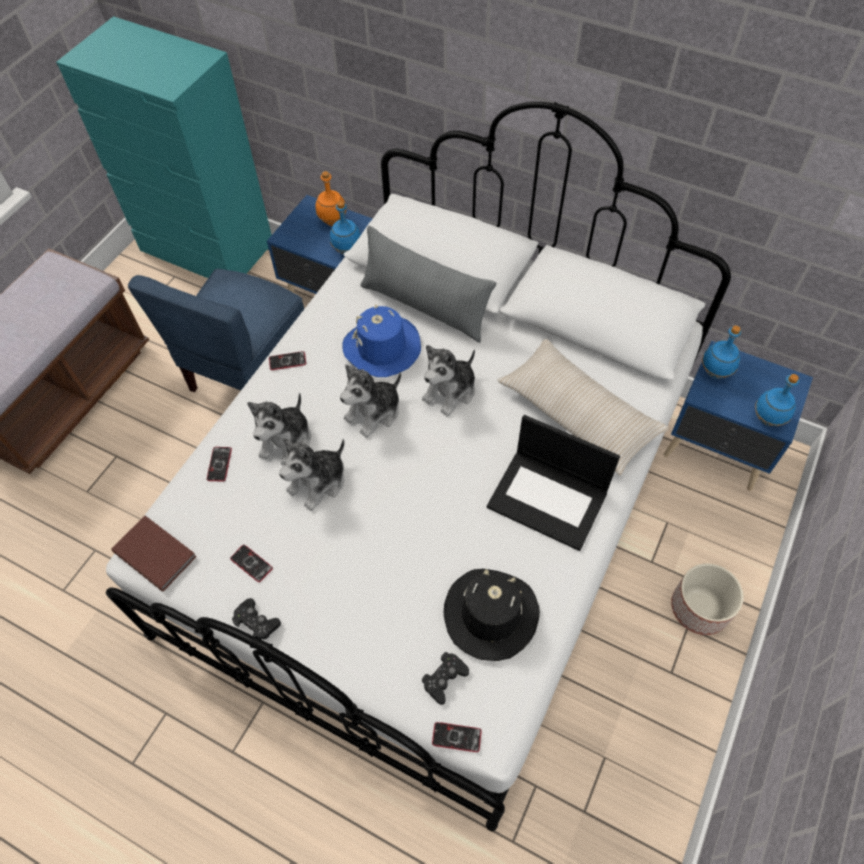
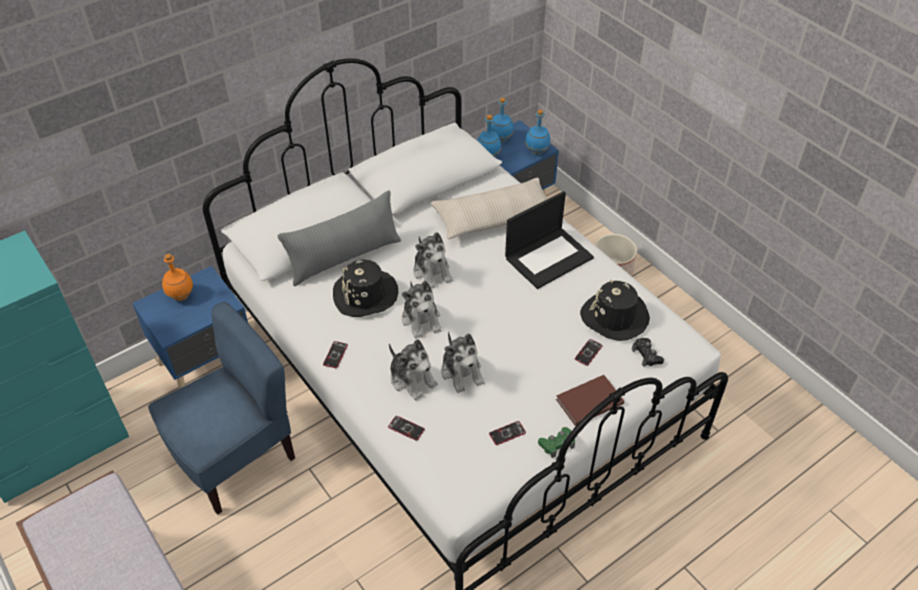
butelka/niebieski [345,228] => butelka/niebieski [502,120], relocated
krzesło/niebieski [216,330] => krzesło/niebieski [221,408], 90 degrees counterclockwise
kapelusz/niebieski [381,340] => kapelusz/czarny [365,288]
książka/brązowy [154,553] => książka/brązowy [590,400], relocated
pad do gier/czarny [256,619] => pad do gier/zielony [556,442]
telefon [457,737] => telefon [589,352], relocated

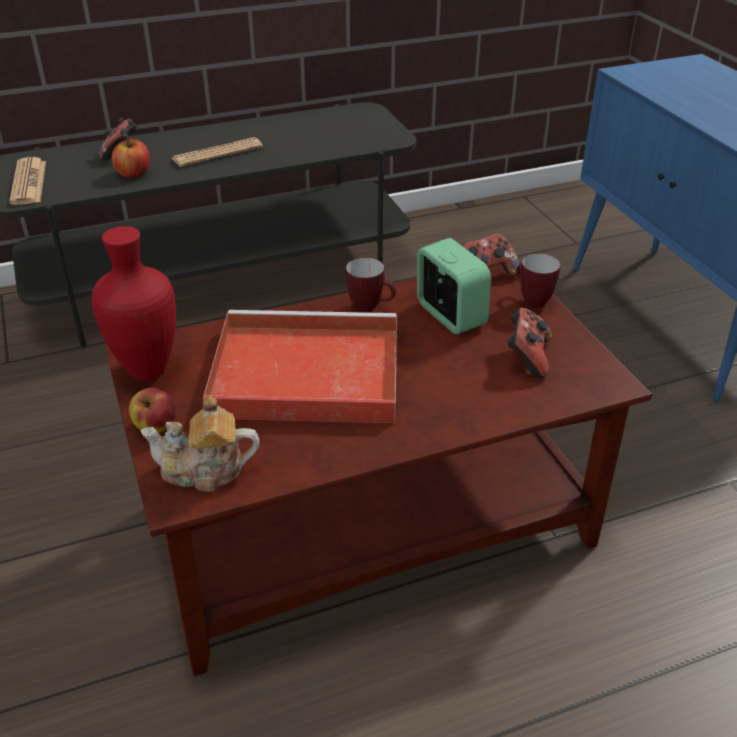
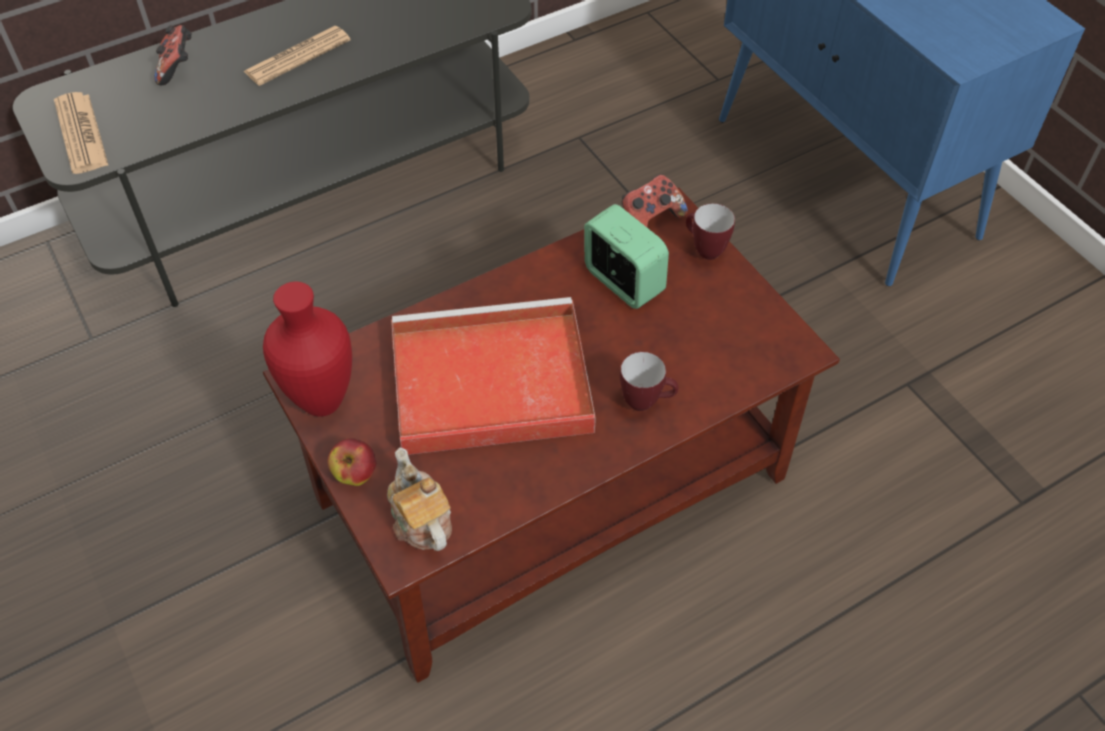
jabłko [131,157] => nothing
kubek [371,285] => kubek [649,381], relocated
pad do gier [529,343] => nothing
imbryk [199,443] => imbryk [419,499], 75 degrees clockwise

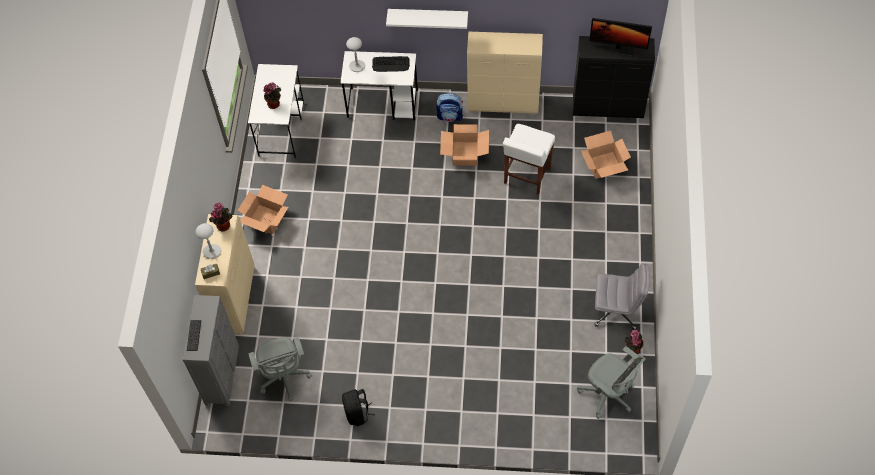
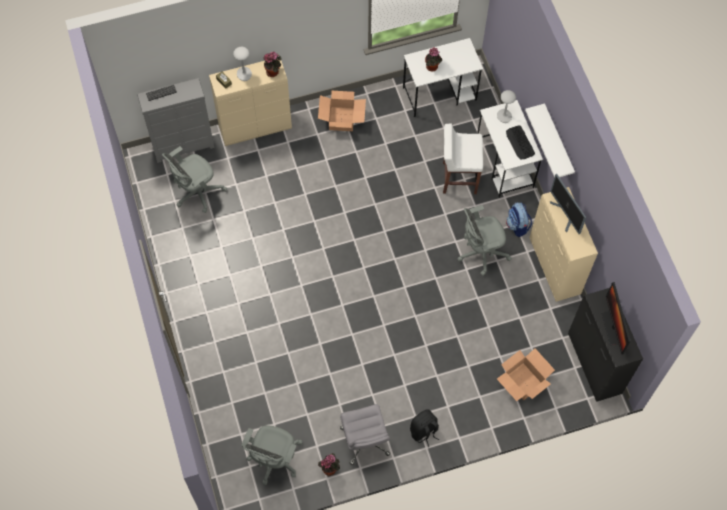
karton [464,145] => krzesło biurowe/szary [484,240]
stołek/biały [529,159] => stołek/biały [463,159], relocated
plecak/czarny [358,407] => plecak/czarny [424,428], relocated
nothing => monitor [568,204]

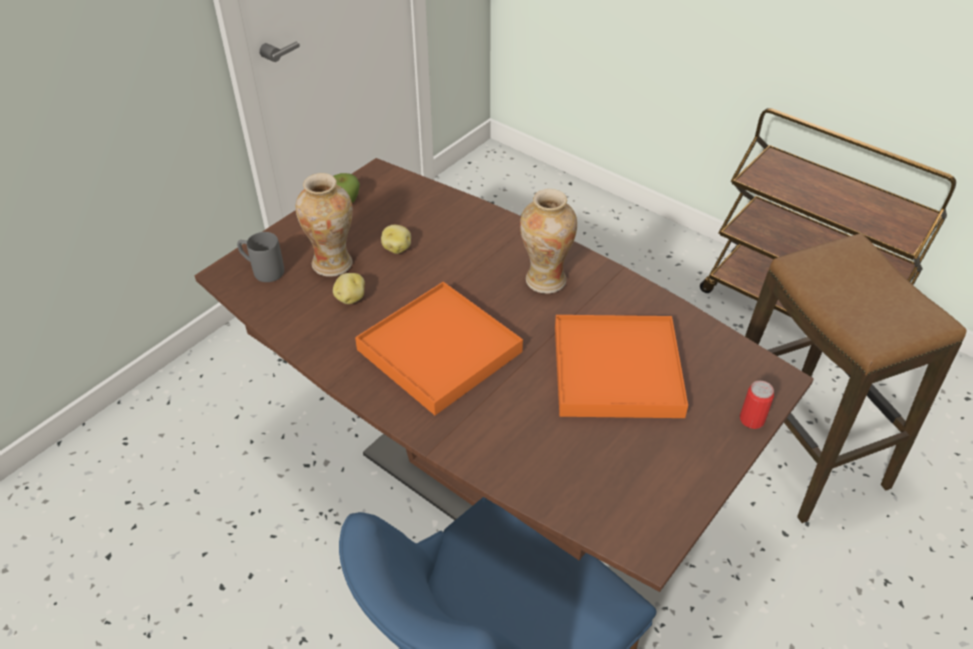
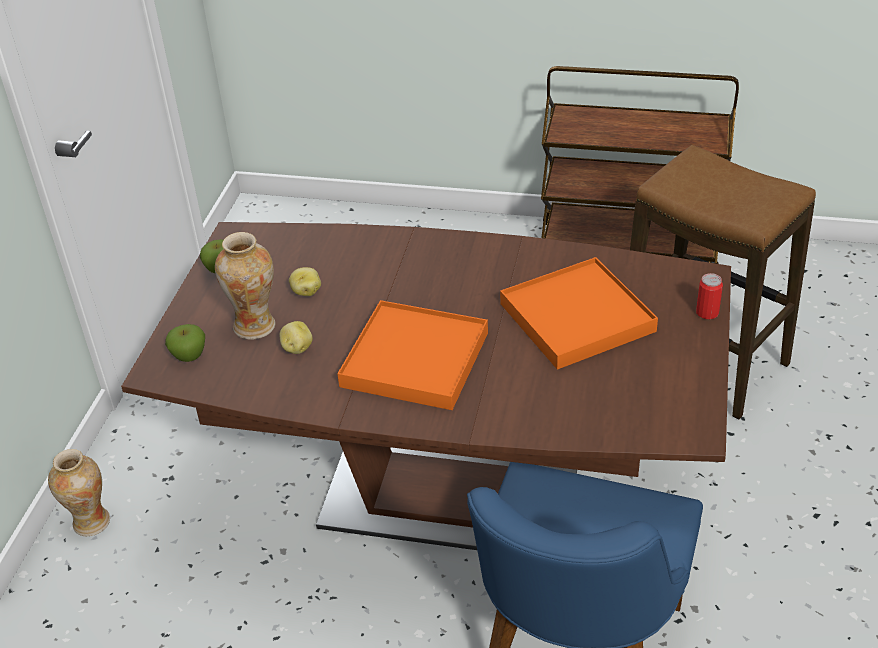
wazon [548,241] => wazon [79,492], relocated
kubek/szary [260,257] => jabłko [185,343]

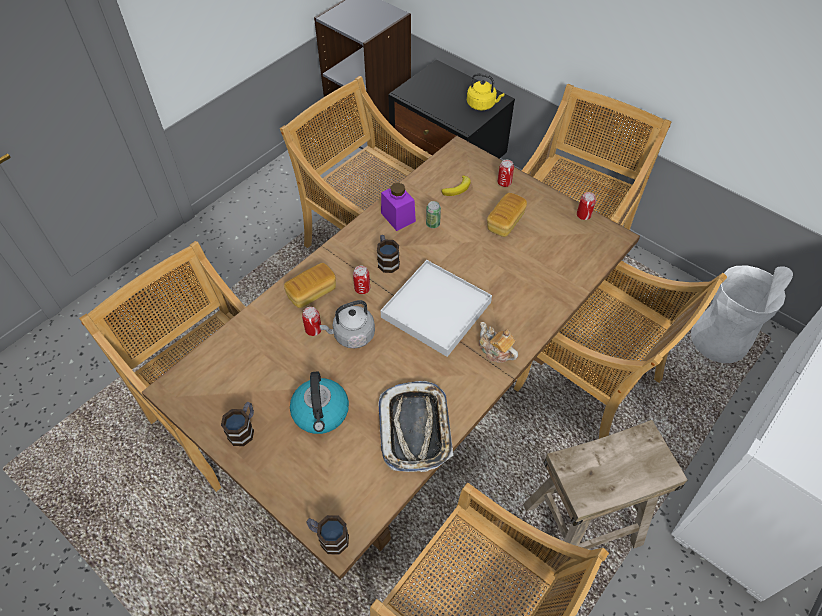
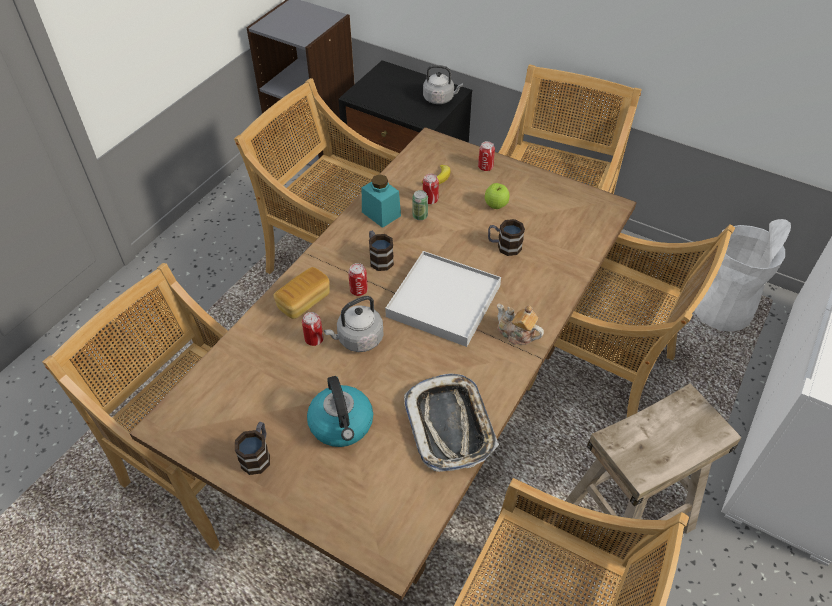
czajnik/żółty [486,92] => czajnik/szary [443,84]
słoik/fioletowy [398,207] => słoik/turkusowy [381,201]
puszka [586,206] => puszka [431,189], relocated
chleb [507,215] => jabłko [497,196]
kubek [327,534] => kubek [506,237], relocated

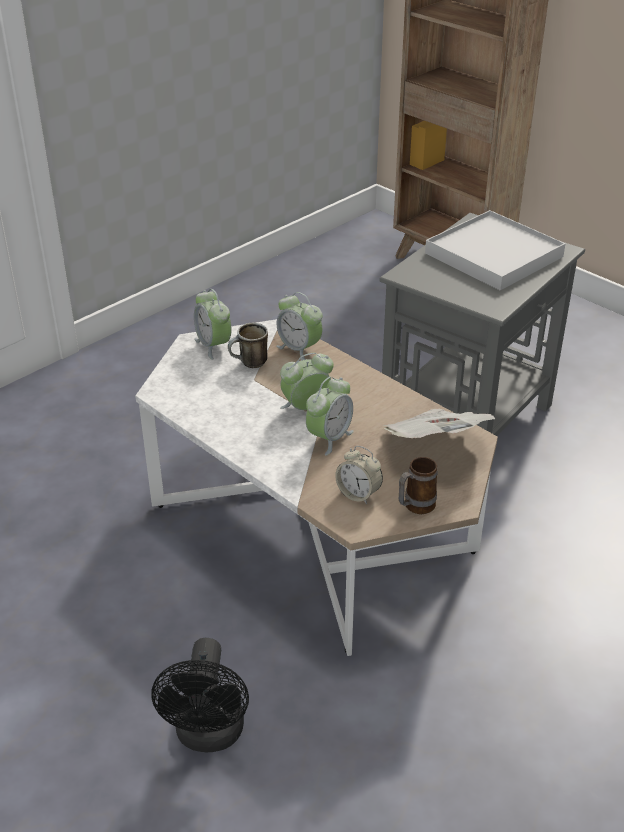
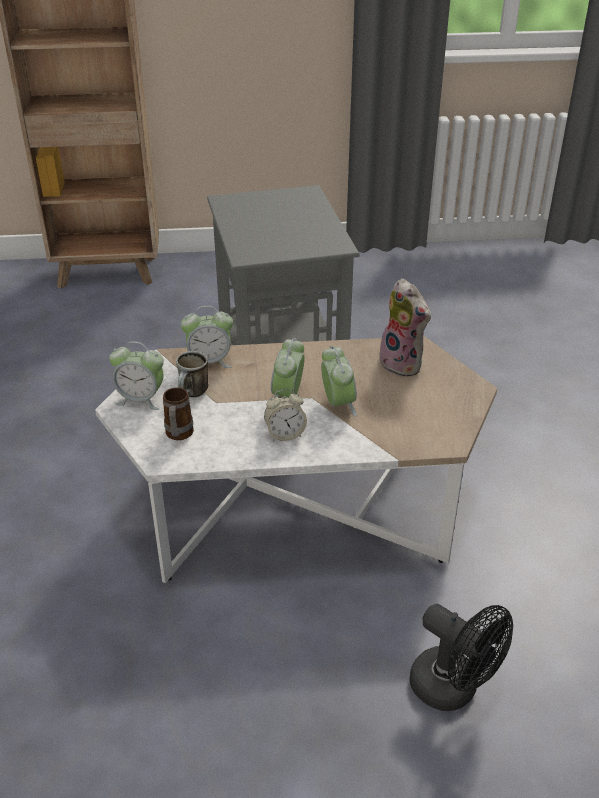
taca/biały [495,250] => nothing
gazeta [439,423] => pluszak [405,327]
budzik [359,475] => budzik [285,415], relocated
kubek [418,485] => kubek [178,413], relocated

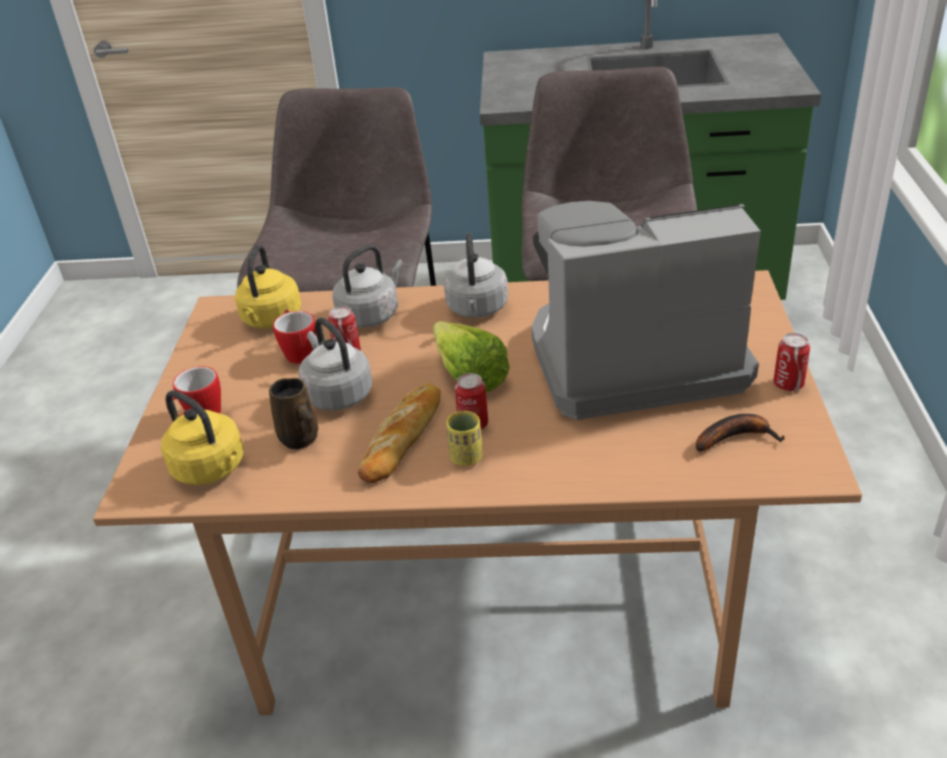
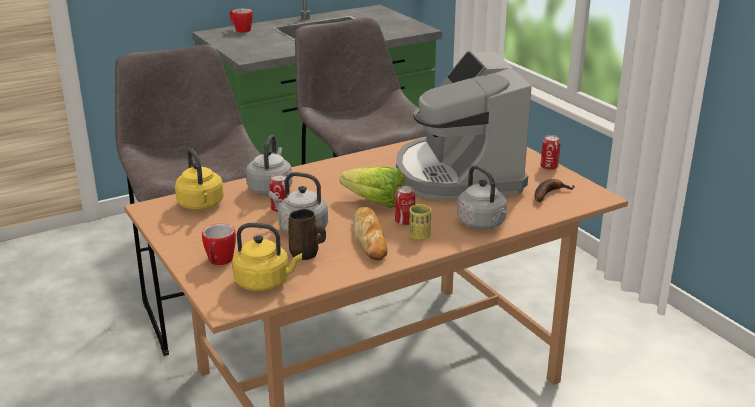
ekspres do kawy [646,310] => ekspres do kawy [464,126], 60 degrees counterclockwise
czajnik/szary [476,275] => czajnik/szary [482,197], relocated
kubek [294,336] => kubek [241,21], relocated

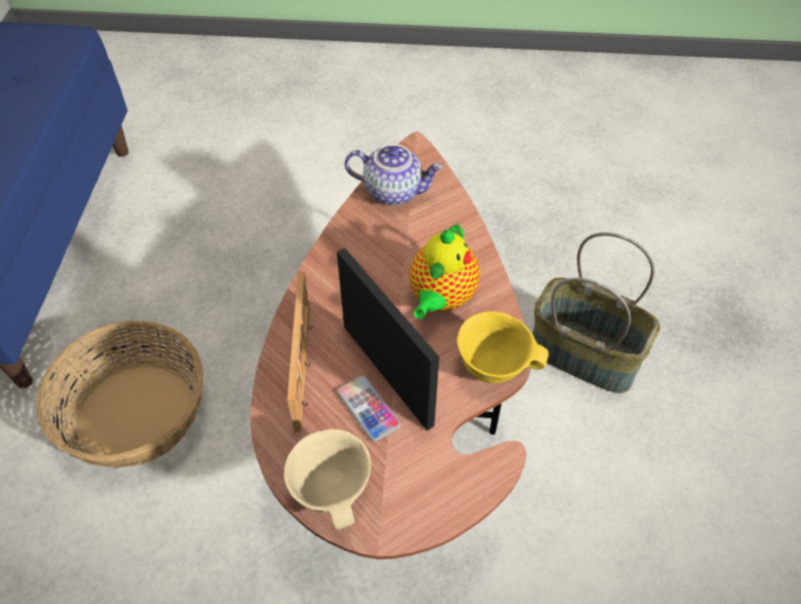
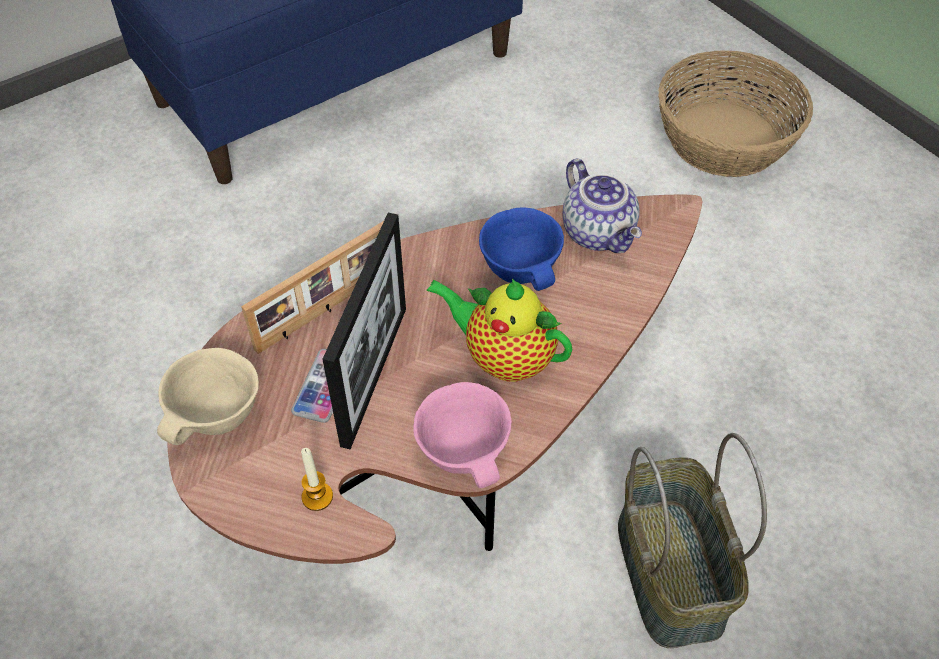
imbryk [444,270] => imbryk [499,330], 45 degrees clockwise
miska/żółty [503,347] => miska/różowy [462,435]
koszyk [119,394] => koszyk [735,113], relocated
nothing => miska/niebieski [521,249]
nothing => świeca [317,479]

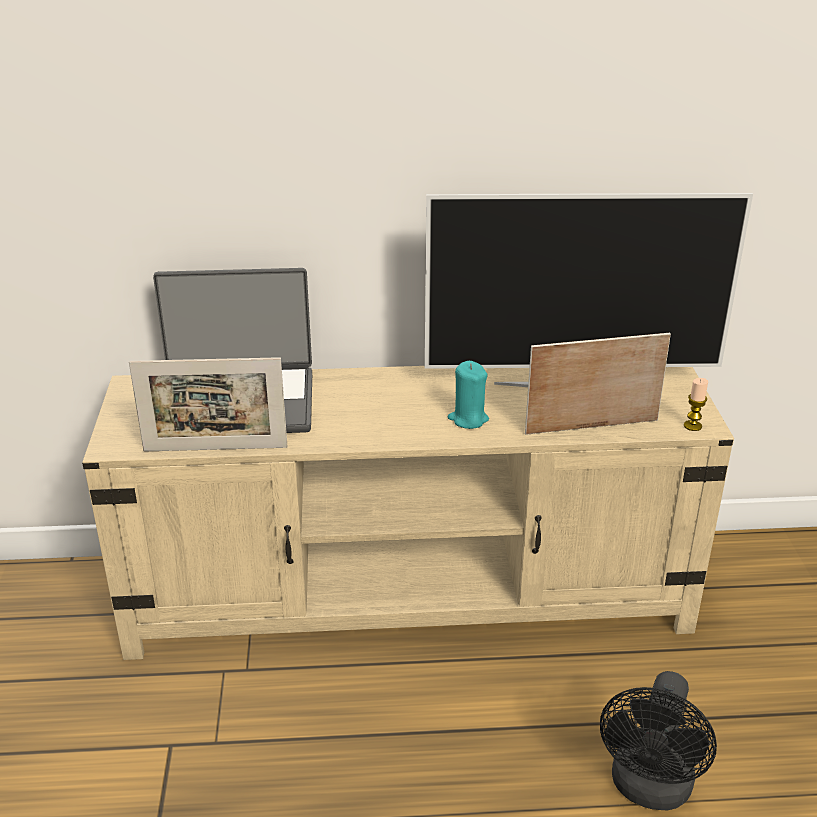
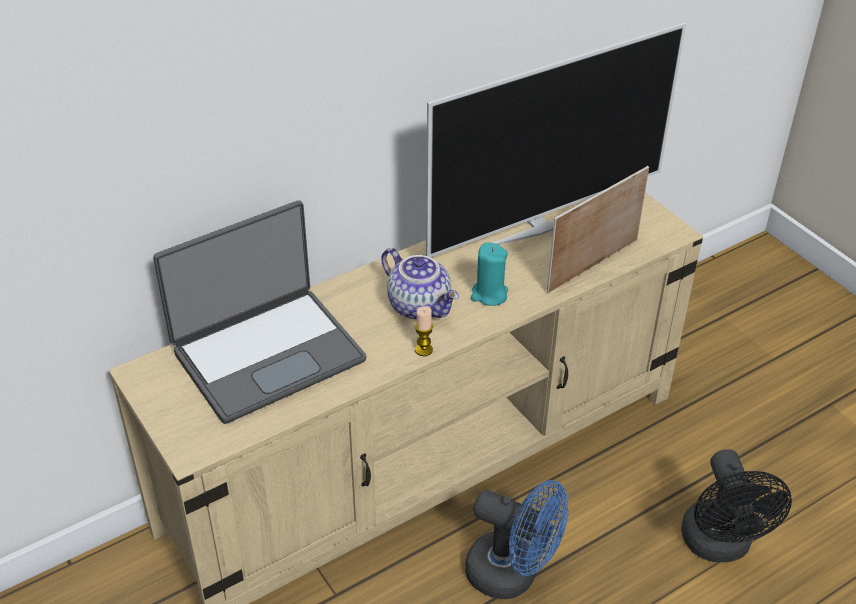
ramka na zdjęcie [208,404] => nothing
świeca [696,404] => świeca [424,331], relocated
nothing => imbryk [420,284]
nothing => wentylator/niebieski [516,539]

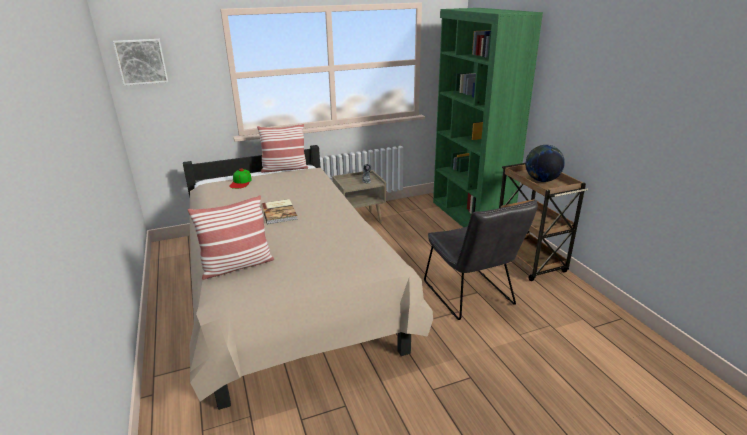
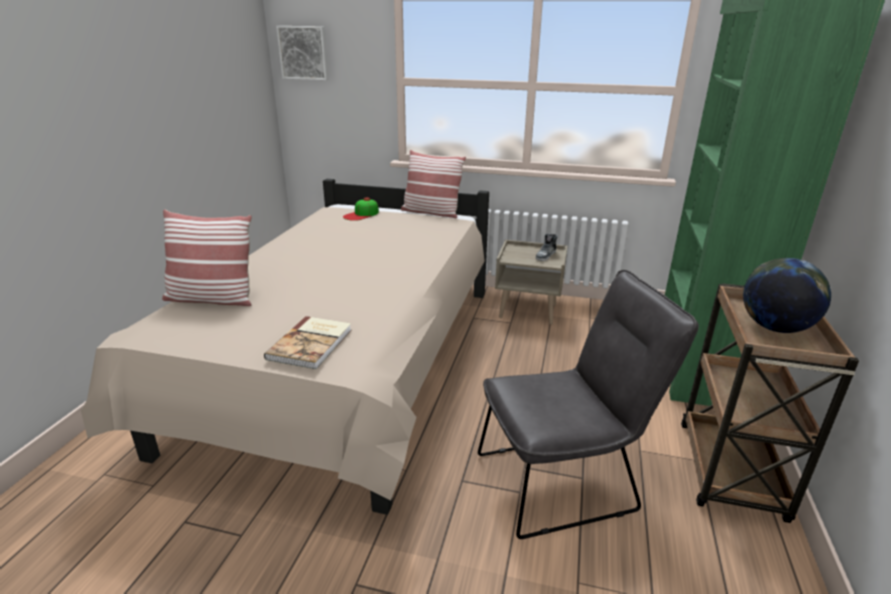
książka [279,211] => książka [307,342], relocated
krzesło/szary [481,260] => krzesło/szary [588,404], 120 degrees counterclockwise

